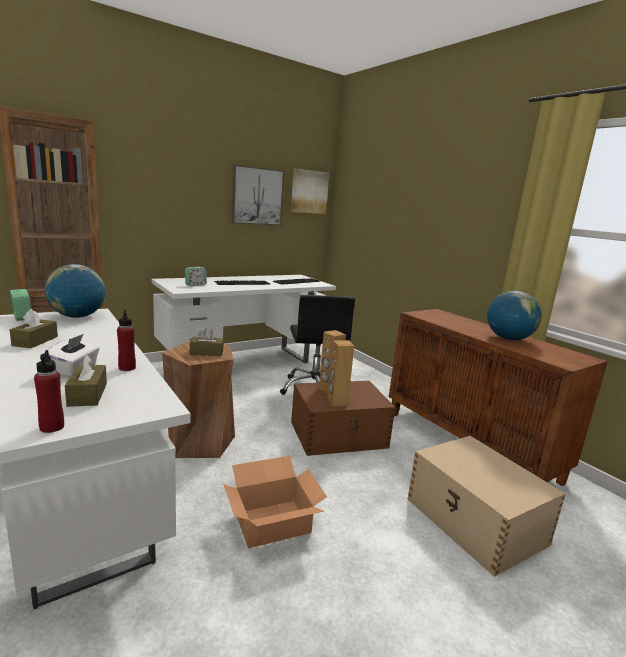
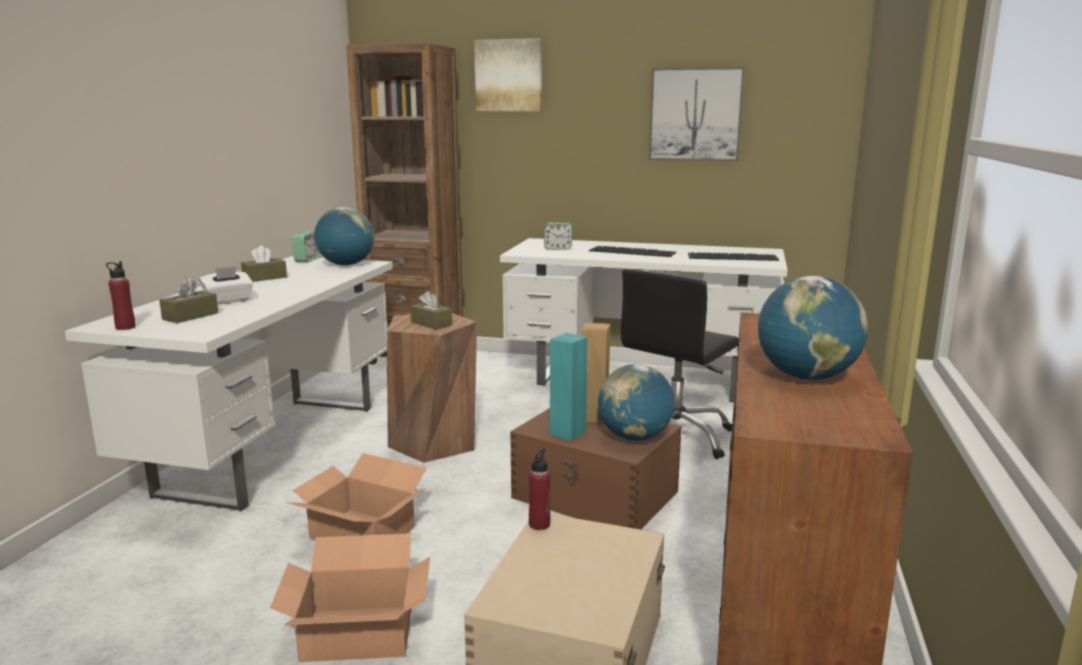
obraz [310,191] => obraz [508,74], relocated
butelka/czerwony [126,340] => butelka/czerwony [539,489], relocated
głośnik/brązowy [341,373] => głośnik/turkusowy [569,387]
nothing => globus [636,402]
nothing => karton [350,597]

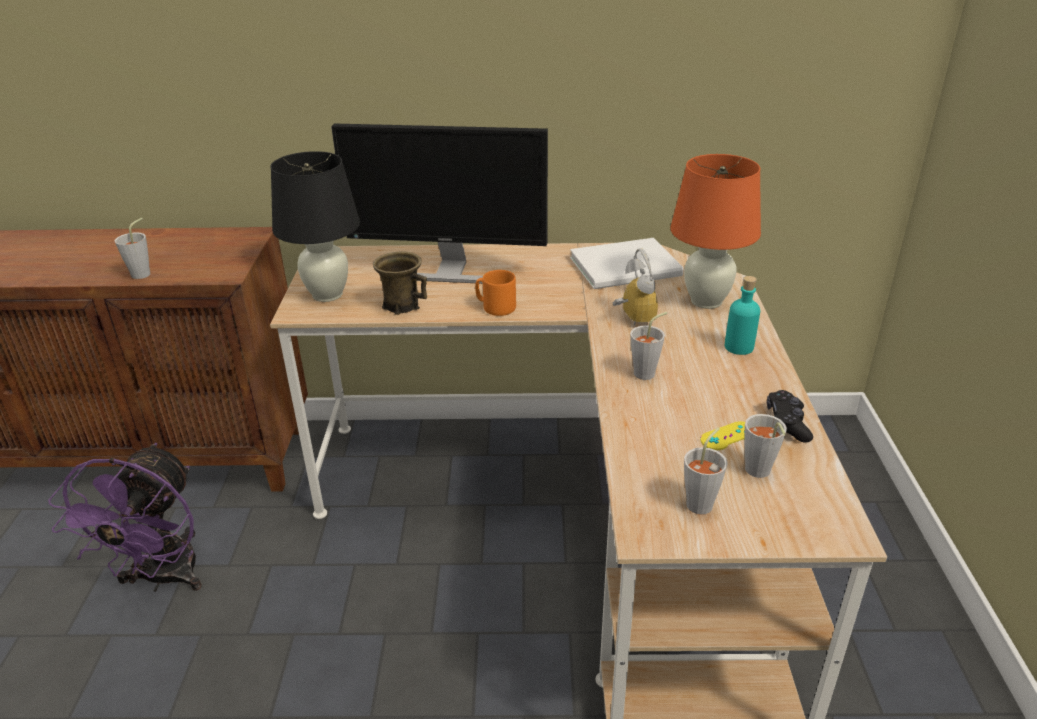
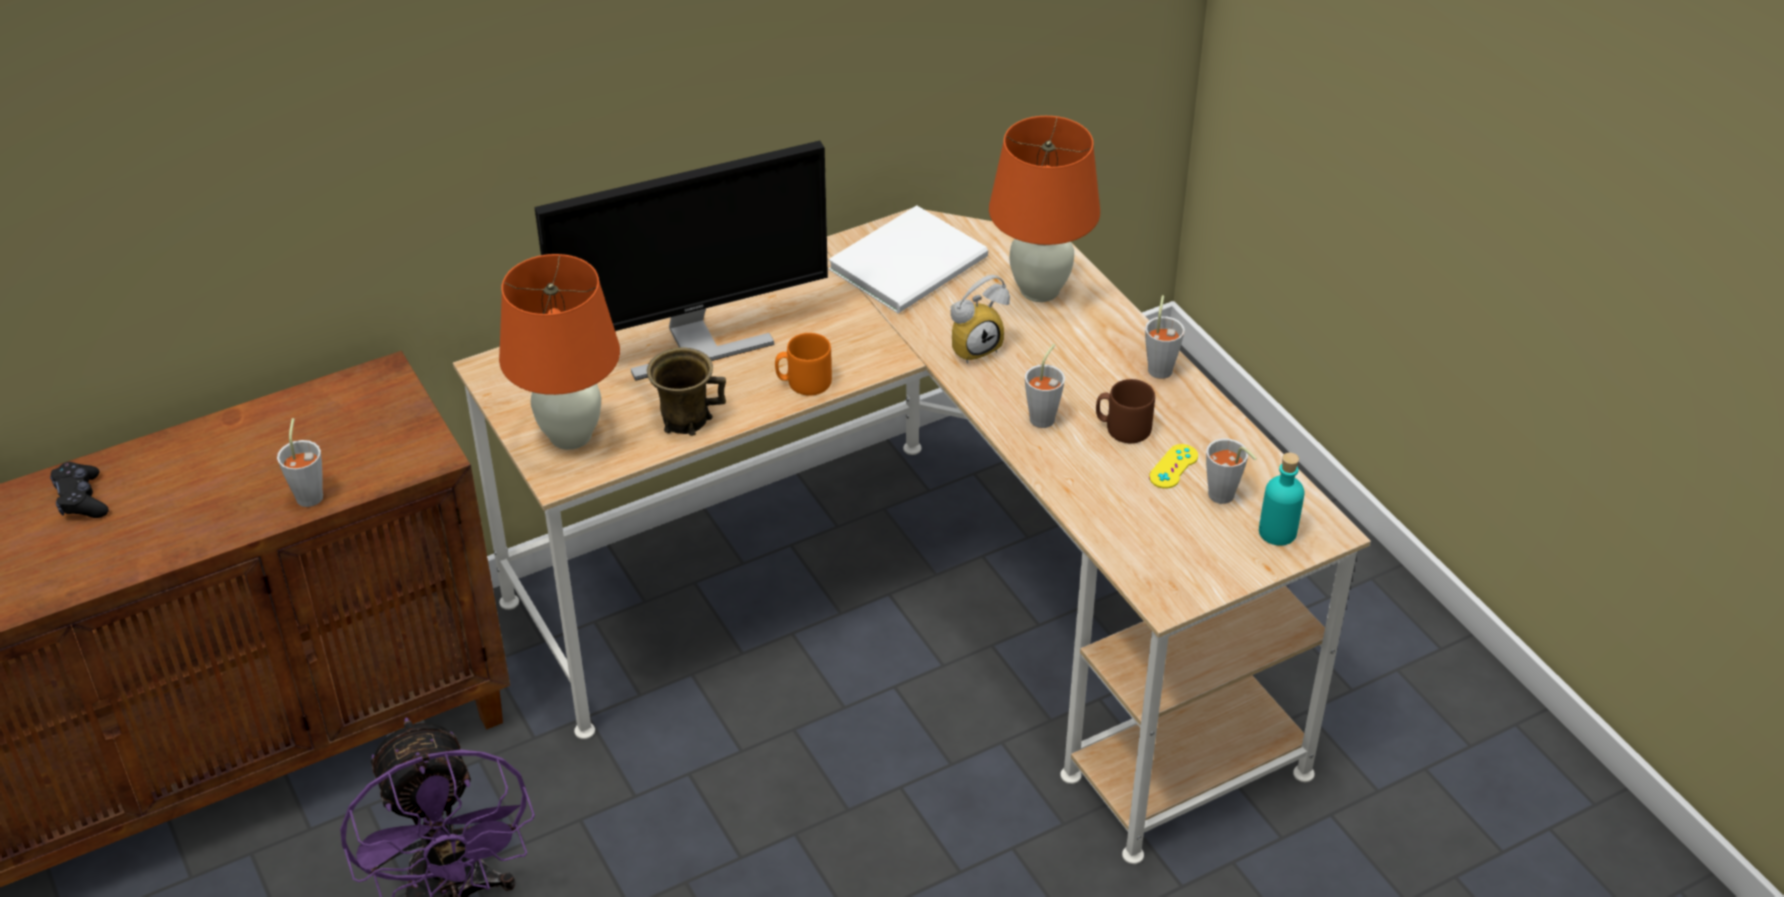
lampa stołowa/czarny [315,226] => lampa stołowa/pomarańczowy [559,352]
budzik [635,287] => budzik [980,319], 105 degrees clockwise
butelka/turkusowy [742,315] => butelka/turkusowy [1282,499], relocated
pad do gier/czarny [790,416] => pad do gier/czarny [79,490], relocated
filiżanka/szary [706,471] => filiżanka/szary [1165,337], relocated
nothing => kubek/brązowy [1125,411]

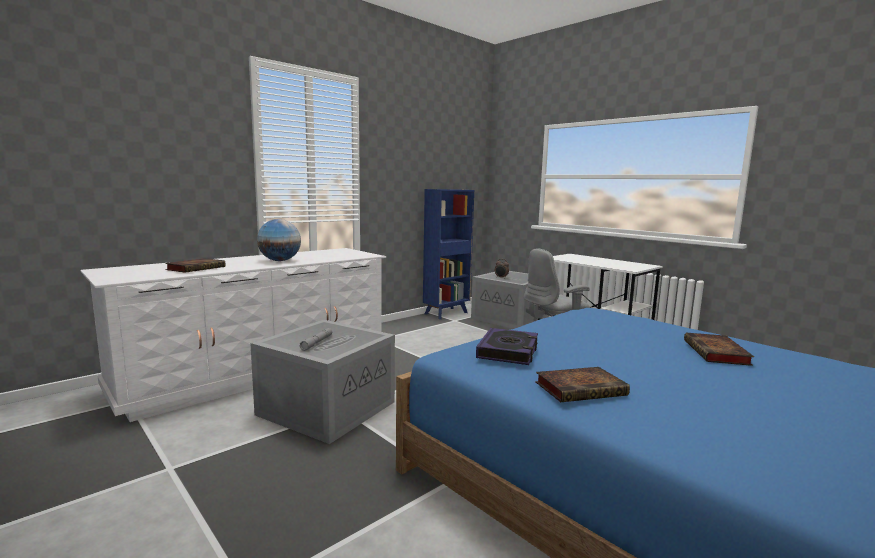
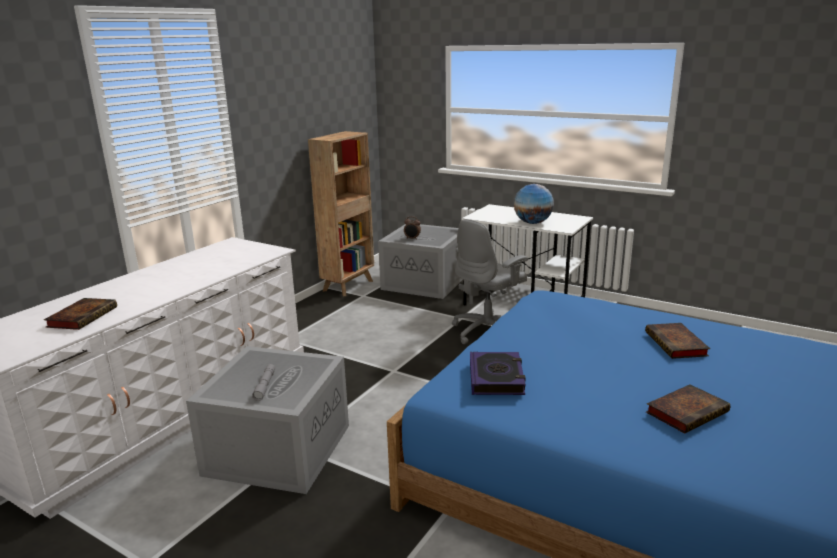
regał/niebieski [448,254] => regał/brązowy [341,213]
globus [279,240] => globus [534,204], relocated
książka [582,384] => książka [688,409], relocated

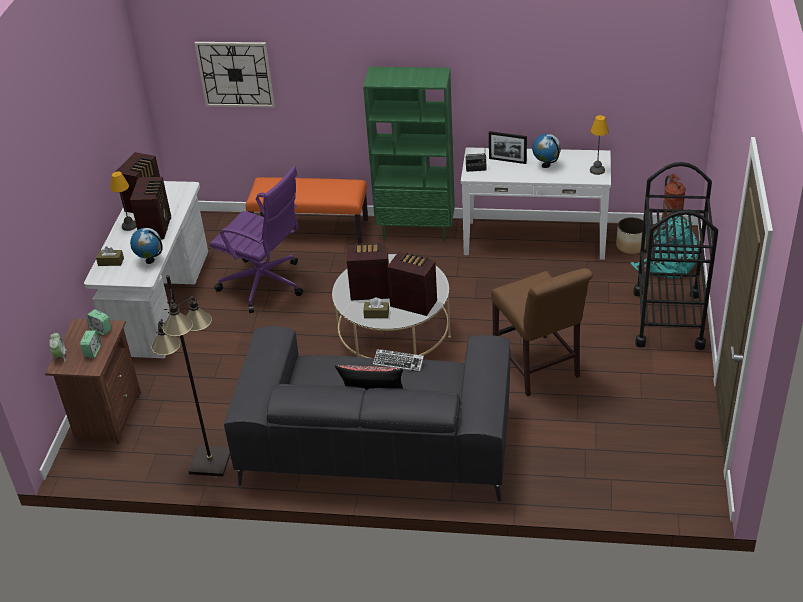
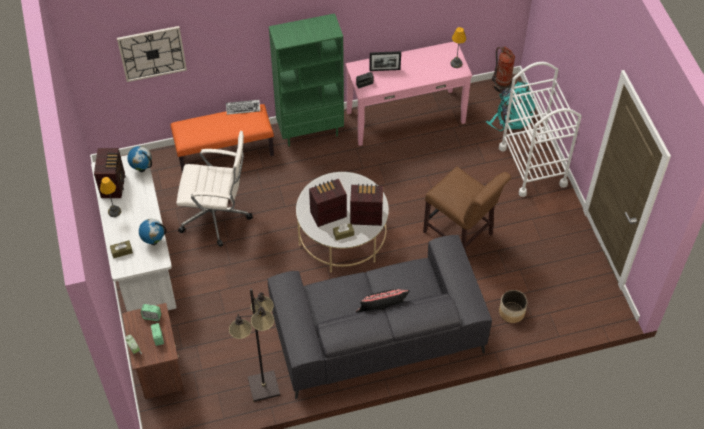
globus [546,151] => globus [139,159], relocated
stolik konsolowy/biały [536,203] => stolik konsolowy/różowy [409,94]
wózek/czarny [675,256] => wózek/biały [540,129]
krzesło biurowe/fioletowy [256,239] => krzesło biurowe/biały [214,189]
radio [150,208] => nothing
donica [631,235] => donica [513,306], relocated
klawiatura [398,360] => klawiatura [243,107], relocated

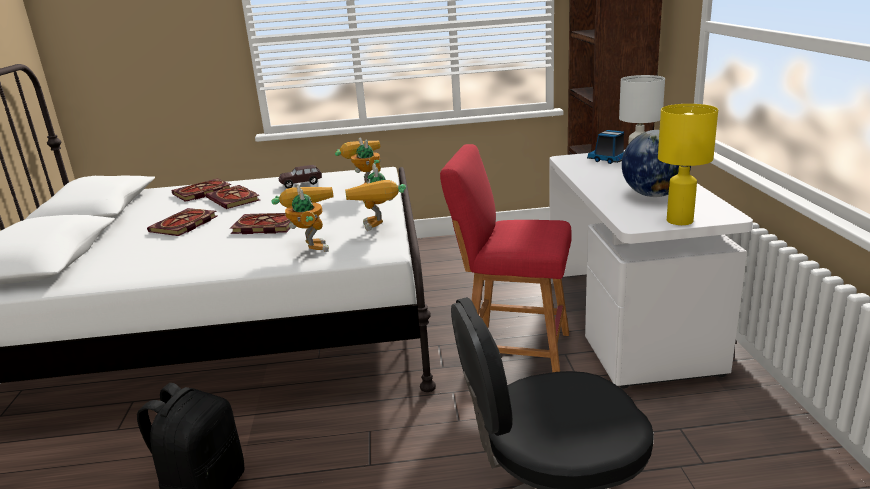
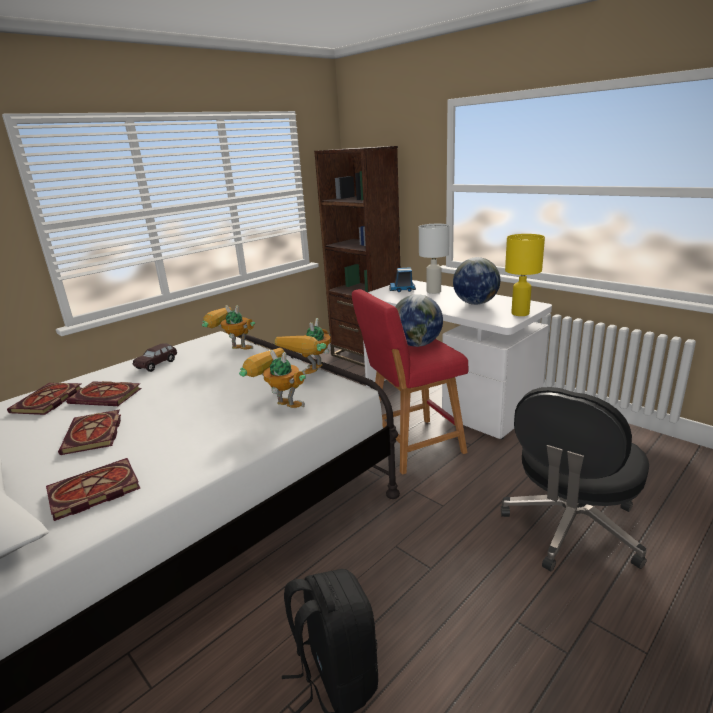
robot zabawkowy [375,197] => robot zabawkowy [303,346], 75 degrees clockwise
książka [260,223] => książka [93,489], relocated
nothing => globus [419,320]

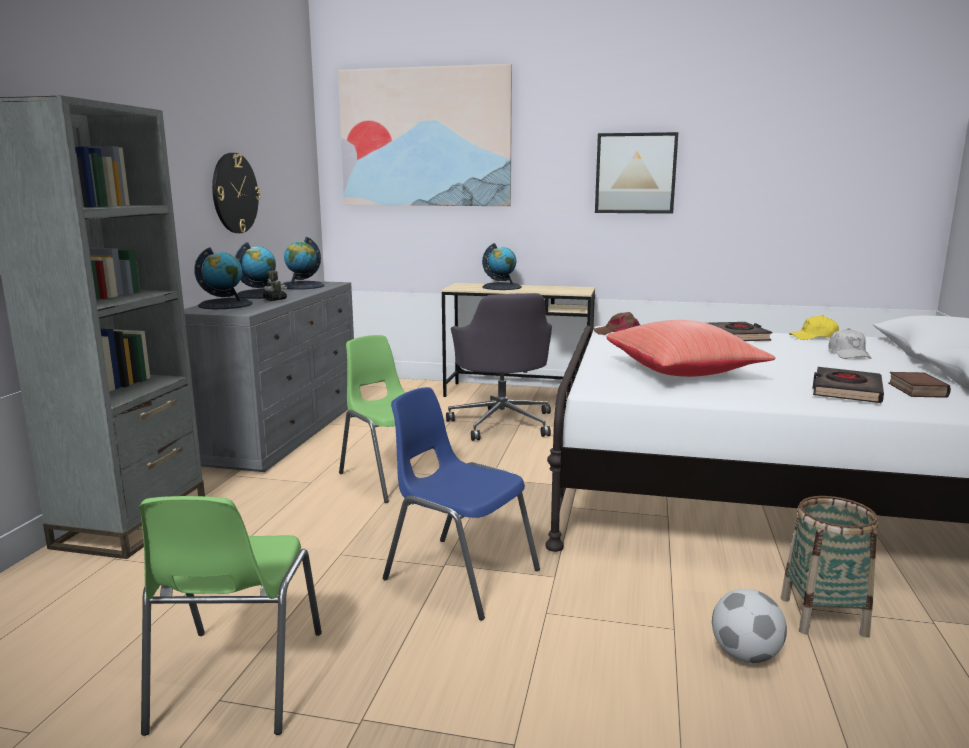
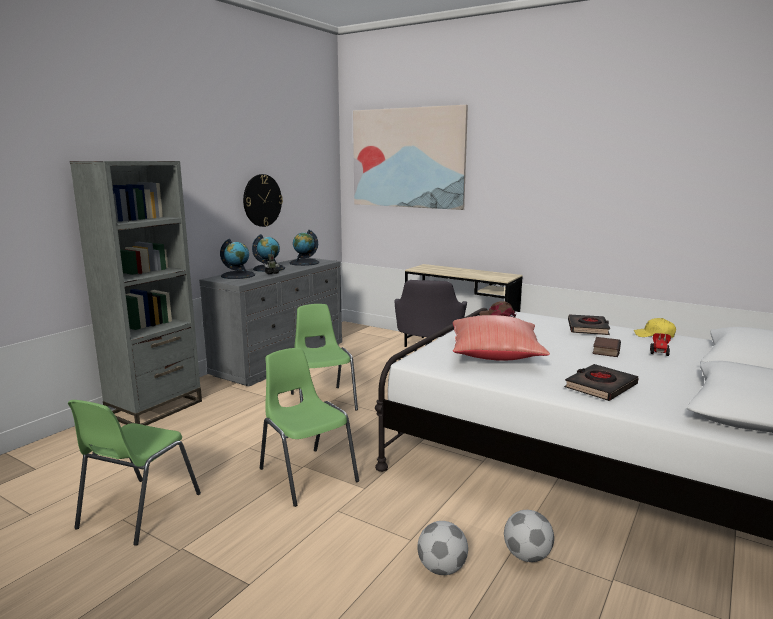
obraz [636,173] => nothing
globus [502,266] => nothing
czapka z daszkiem/biały [850,343] => samochodzik [660,344]
książka [919,385] => książka [607,347], relocated
krzesło/niebieski [461,503] => krzesło/zielony [309,427]
koszyk [829,567] => piłka futbolowa [529,536]

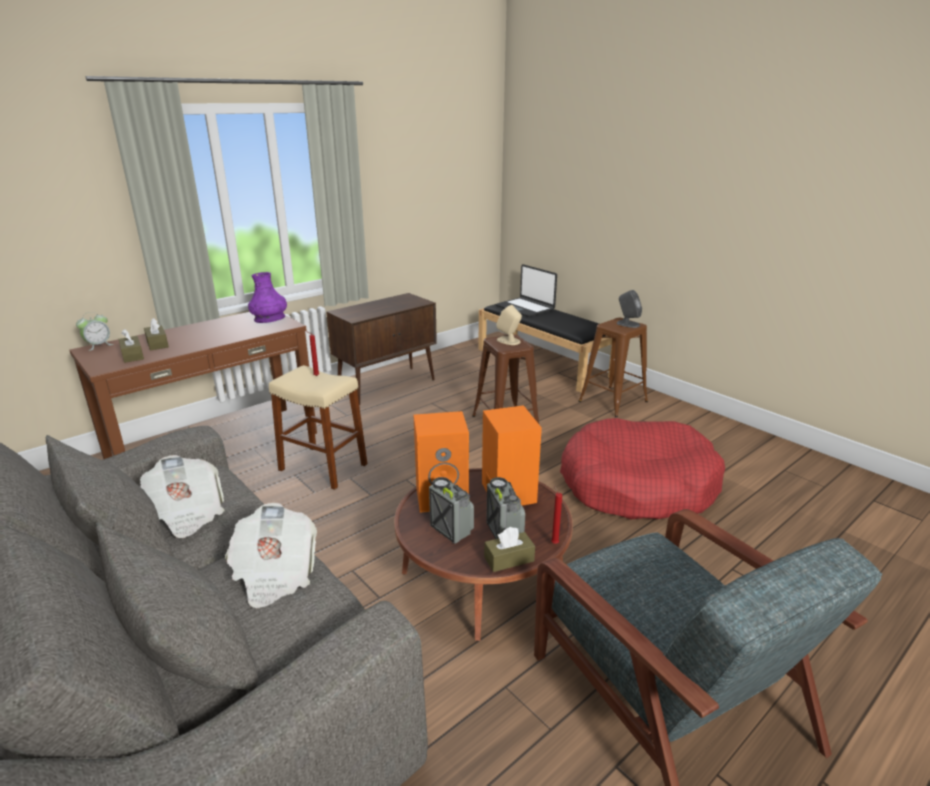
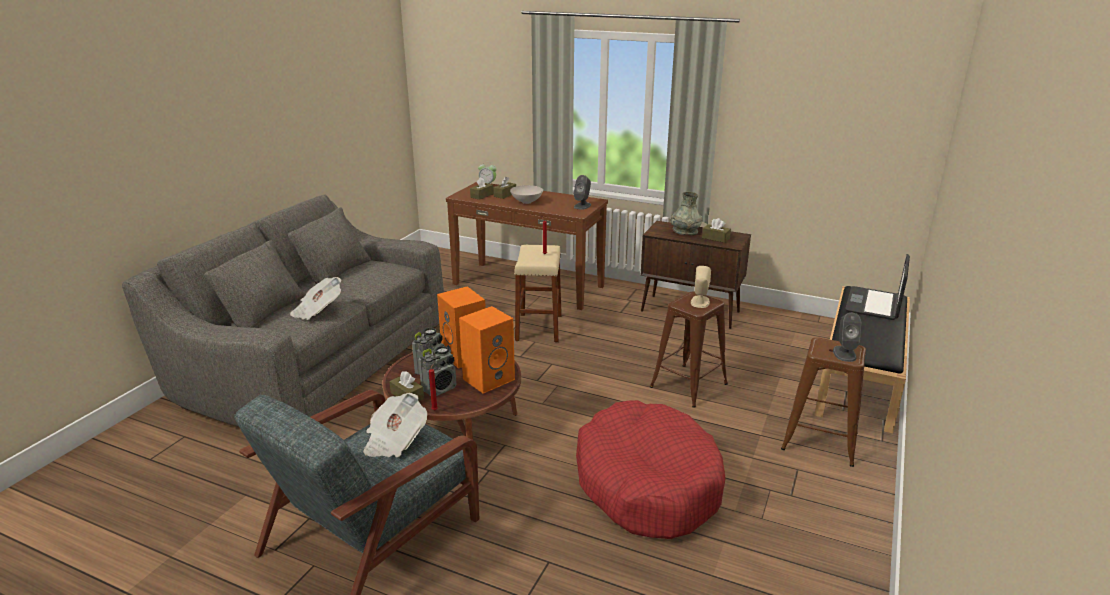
wazon/fioletowy [267,297] => głośnik/szary [582,192]
gazeta [182,496] => gazeta [395,425], relocated
nothing => miska/biały [526,194]
nothing => wazon/szary [686,214]
nothing => pudełko chusteczek/brązowy [716,230]

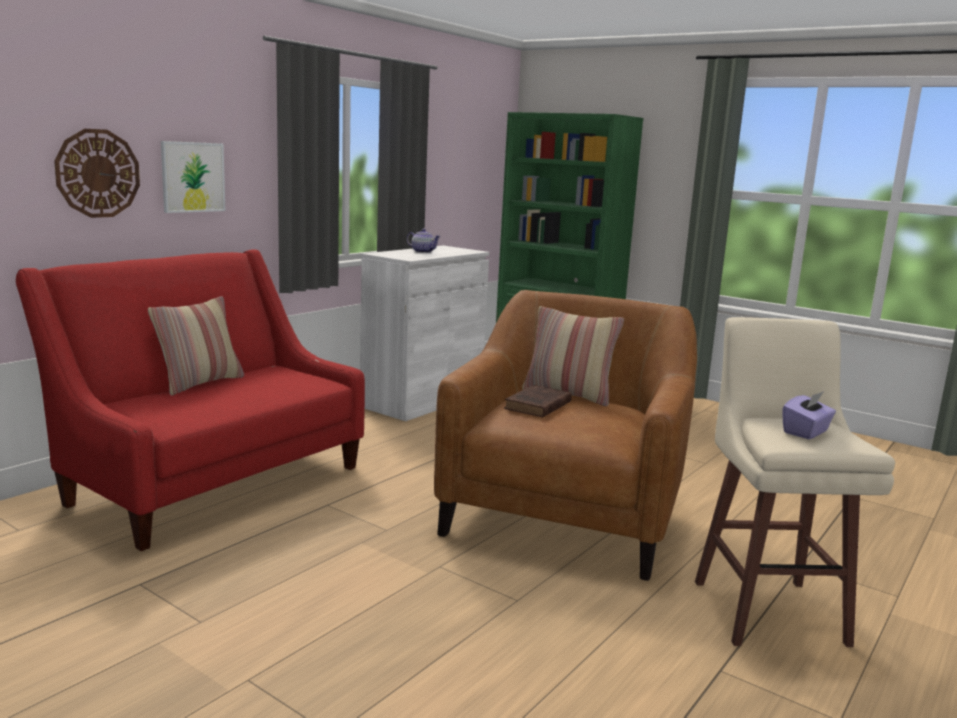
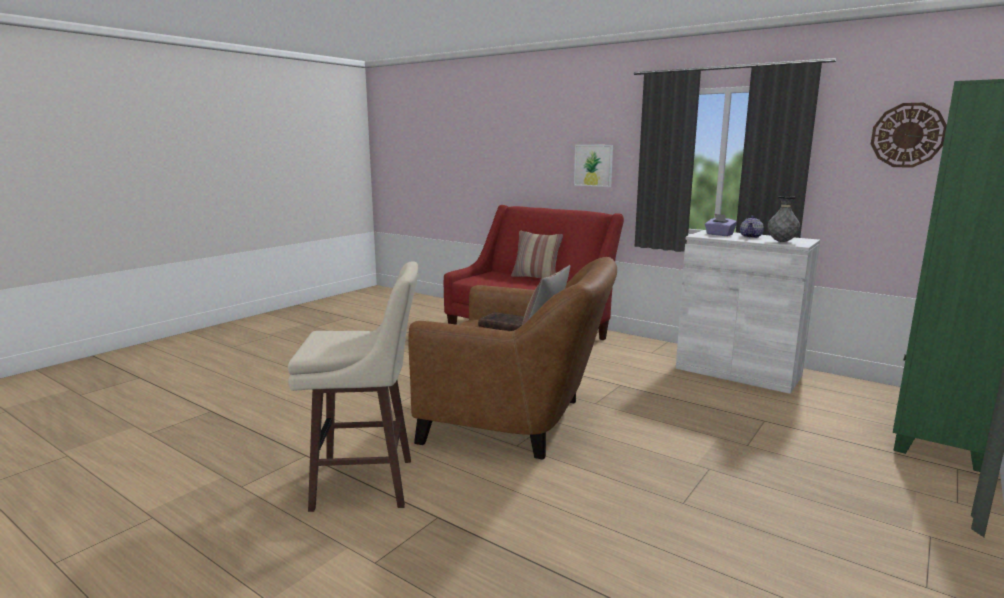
zegar ścienny [97,173] => zegar ścienny [909,135], relocated
pudełko chusteczek/fioletowy [809,415] => pudełko chusteczek/fioletowy [721,225], relocated
nothing => wazon/szary [783,219]

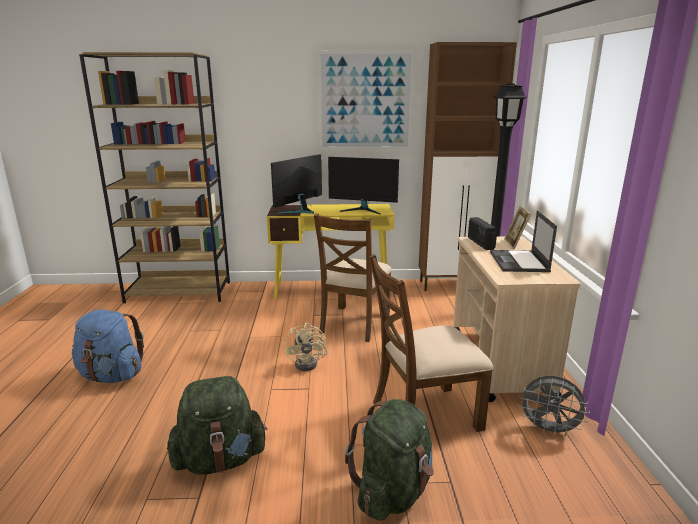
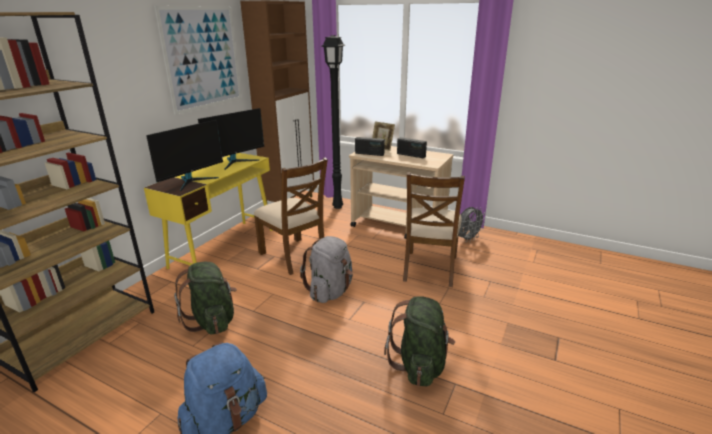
monitor [296,184] => monitor [184,155], 120 degrees counterclockwise
laptop [523,241] => radio [412,147]
wentylator/beżowy [306,346] => plecak/szary [326,269]
plecak/zielony [389,460] => plecak/zielony [205,298], relocated

